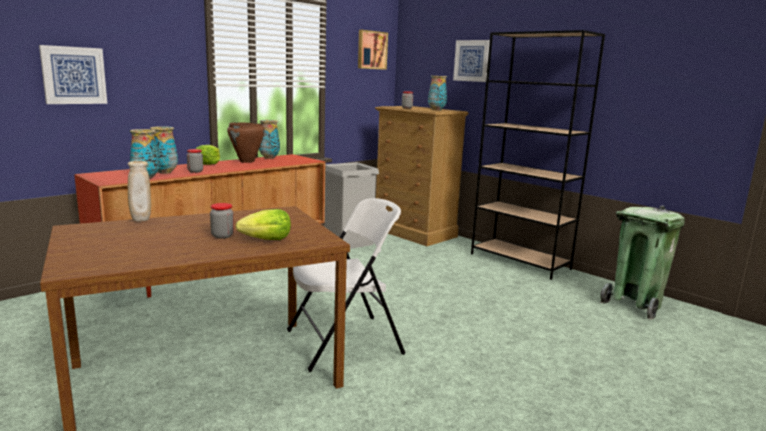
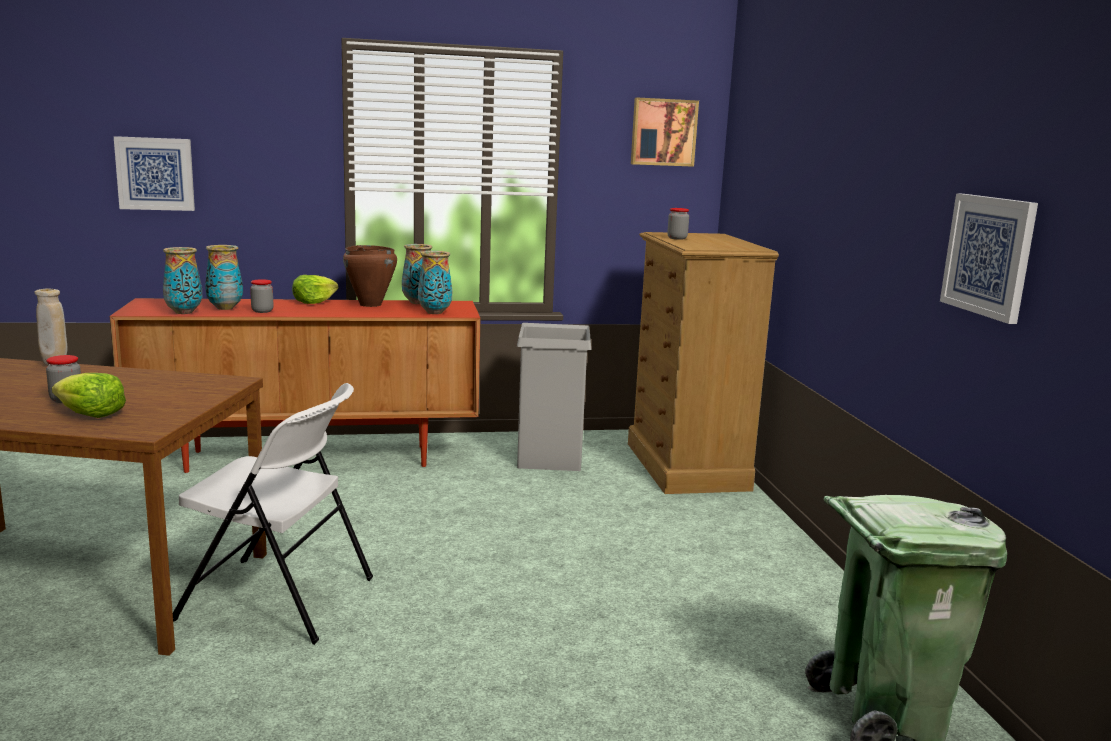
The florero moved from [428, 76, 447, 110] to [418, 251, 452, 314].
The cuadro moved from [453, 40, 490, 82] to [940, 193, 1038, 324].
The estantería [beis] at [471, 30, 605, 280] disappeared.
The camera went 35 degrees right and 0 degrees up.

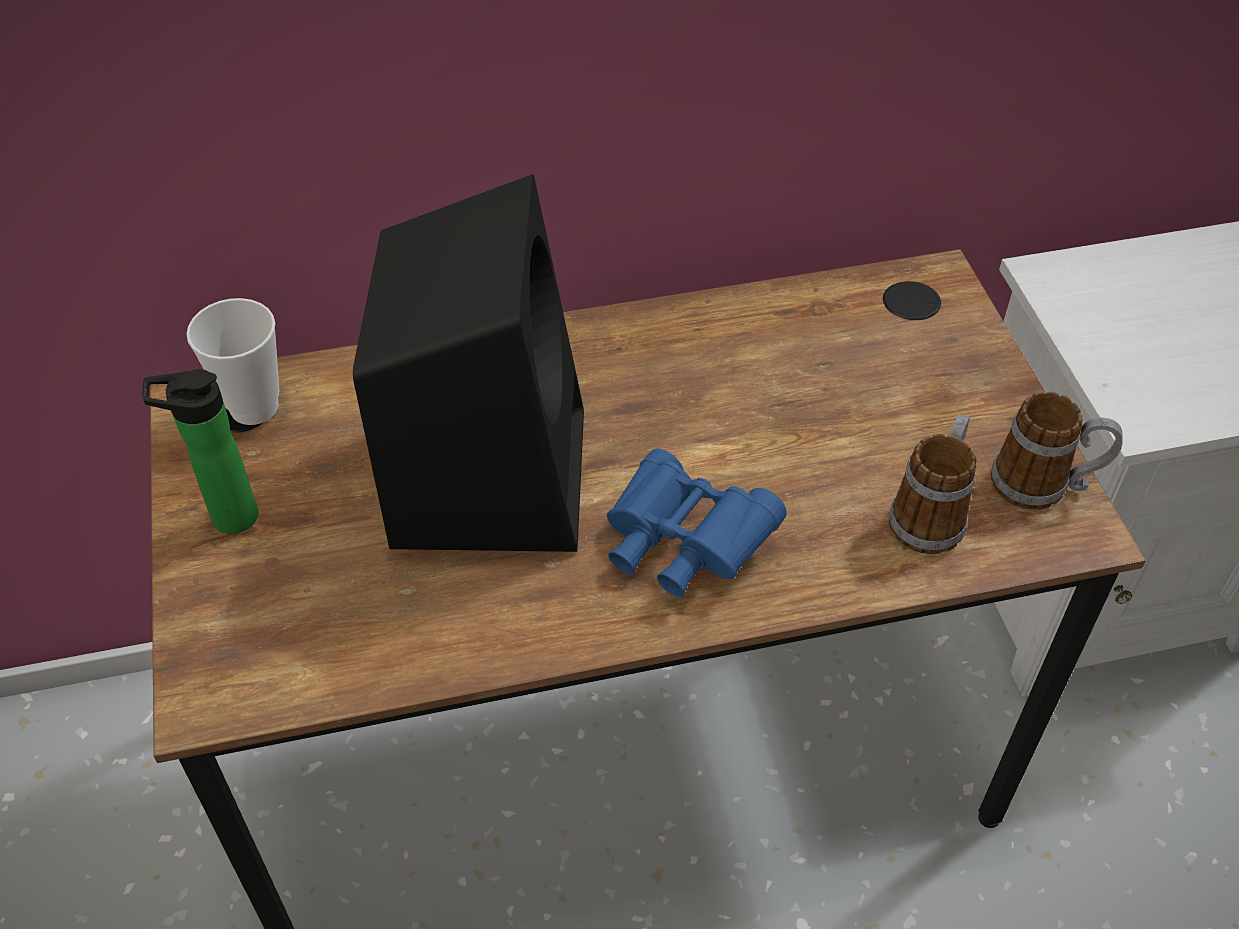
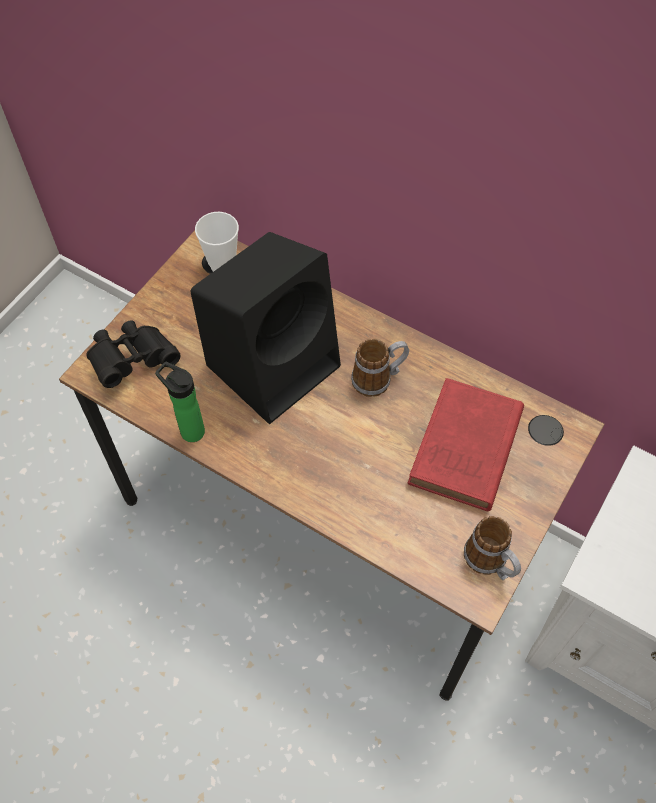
The botella moved from [143, 369, 258, 534] to [155, 362, 205, 442].
The prismáticos [azul] at [607, 449, 787, 597] disappeared.
The taza grande moved from [889, 414, 977, 554] to [351, 339, 409, 397].
The prismáticos [negro] at [86, 321, 181, 388] appeared.
The libro [rojo] at [407, 378, 524, 511] appeared.
The camera went 45 degrees right and 10 degrees up.

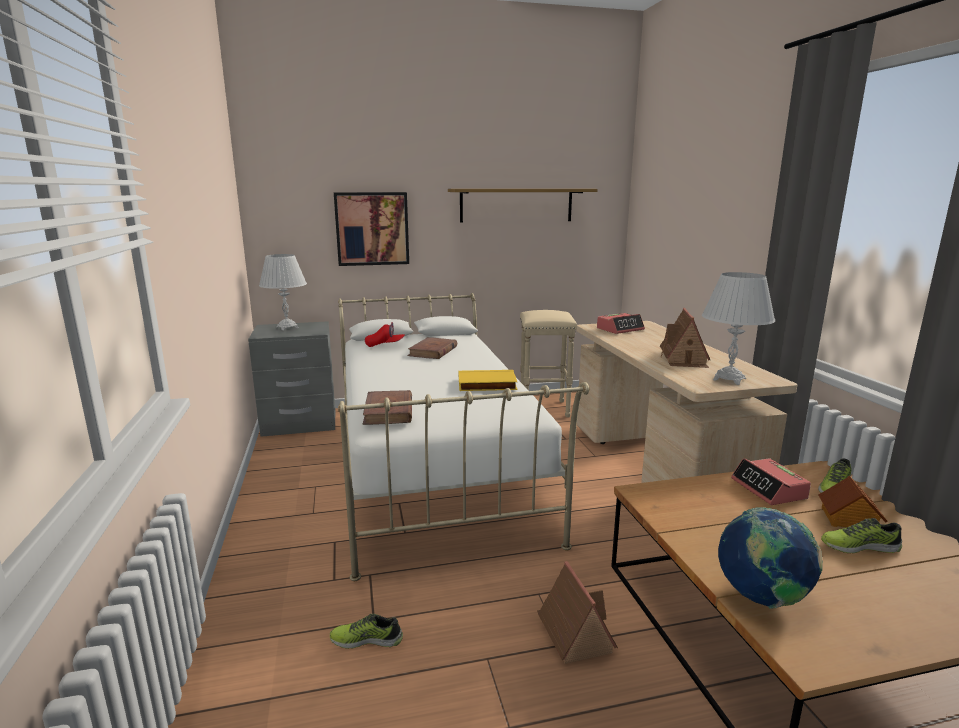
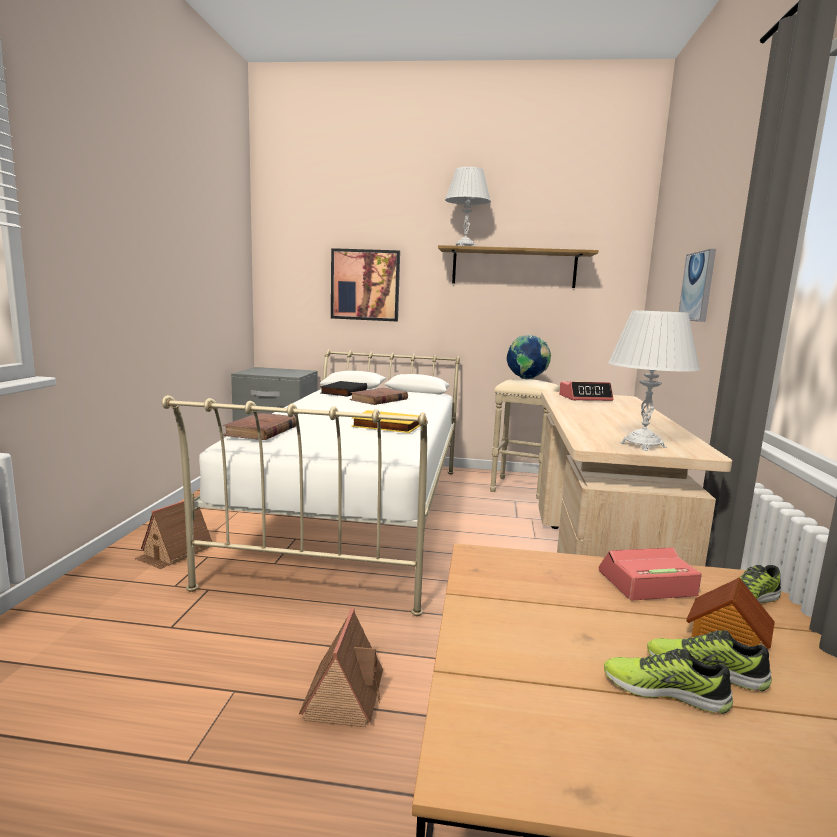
The lámpara de mesa [blanco] moved from [259, 254, 307, 331] to [445, 167, 491, 246].
The zapato moved from [330, 614, 403, 649] to [604, 649, 733, 714].
The gorra [rojo] at [365, 322, 405, 347] was replaced by the libro [negro] at [320, 381, 367, 397].
The casita moved from [660, 308, 710, 368] to [134, 496, 212, 569].
The globo terráqueo moved from [718, 507, 823, 609] to [507, 335, 551, 379].
The despertador at [731, 458, 811, 505] turned 75 degrees clockwise.
The cuadro at [679, 249, 716, 322] appeared.
The camera went 20 degrees right and 5 degrees down.

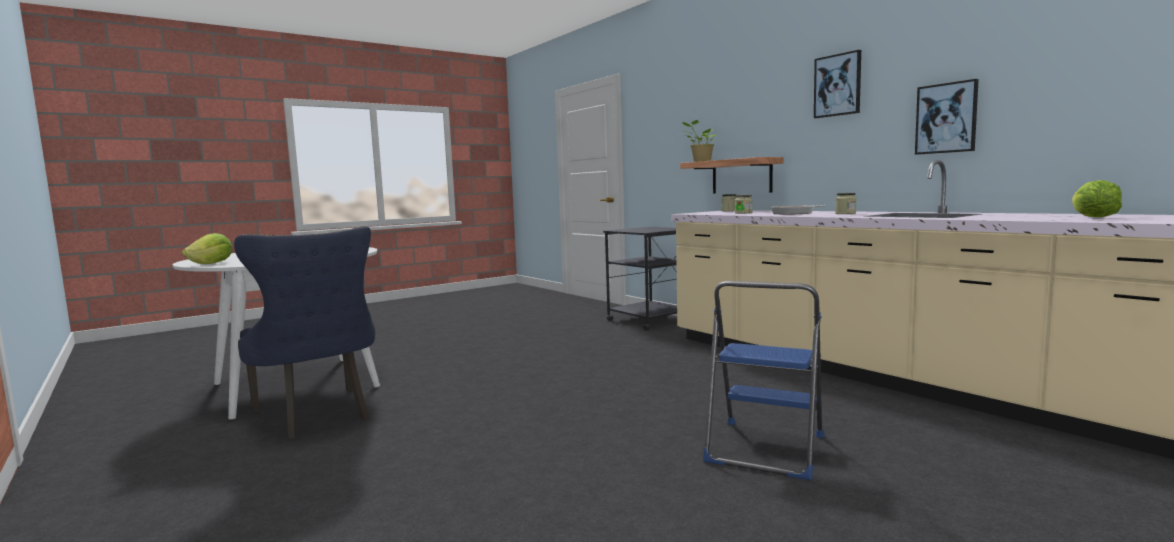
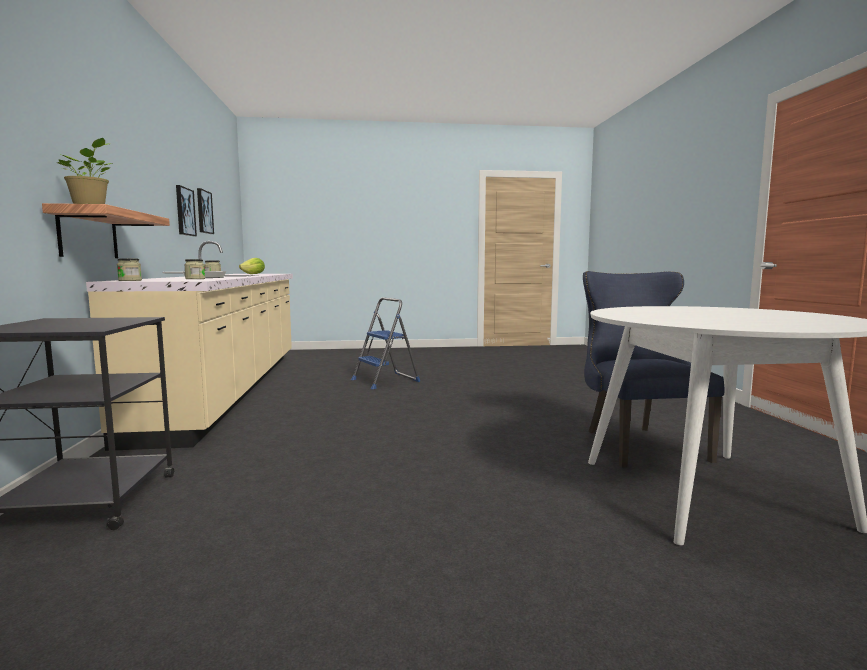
The lechuga at [182, 233, 233, 264] disappeared.
The cuadro moved from [814, 50, 861, 118] to [197, 188, 214, 234].
The camera went 150 degrees left and 0 degrees up.

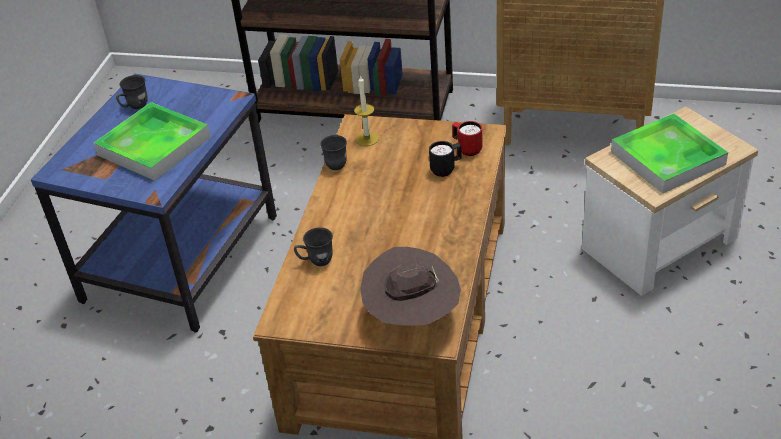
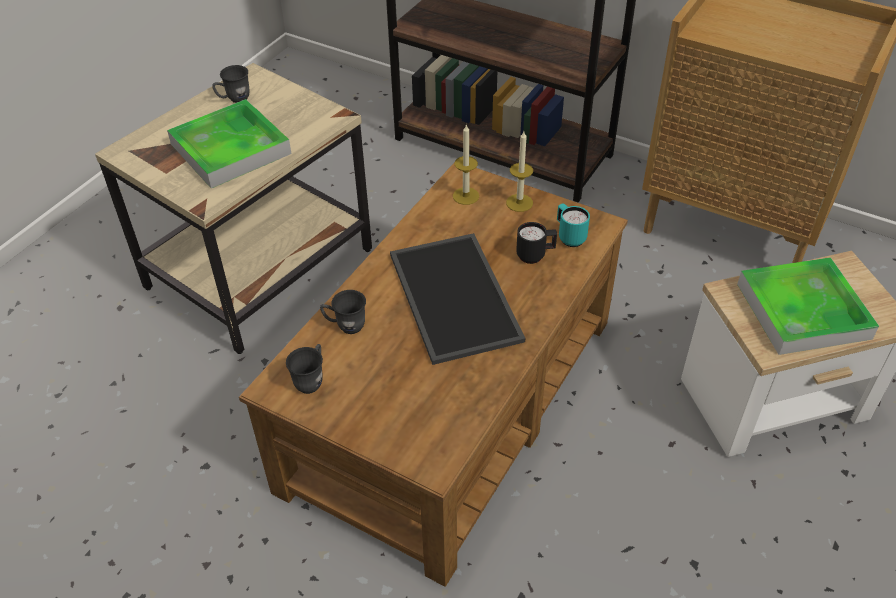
The mesa auxiliar [azul] at [31, 74, 277, 333] became the mesa auxiliar [beis] at [95, 63, 372, 354].
The taza grande [gris] moved from [320, 134, 347, 170] to [286, 344, 323, 394].
The sombrero [marrón] at [360, 247, 461, 326] disappeared.
The taza grande [rojo] at [452, 121, 483, 156] became the taza grande [turquesa] at [557, 203, 590, 247].
The bandeja at [390, 233, 525, 365] appeared.
The vela at [506, 131, 533, 212] appeared.
The camera went 15 degrees right and 5 degrees up.

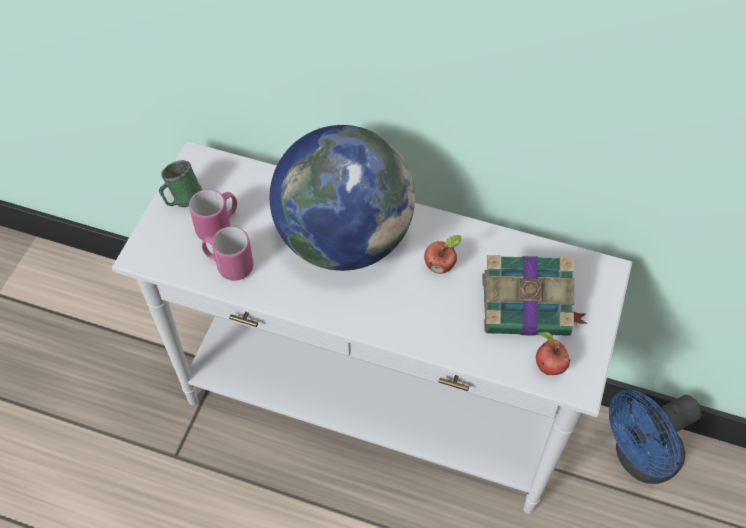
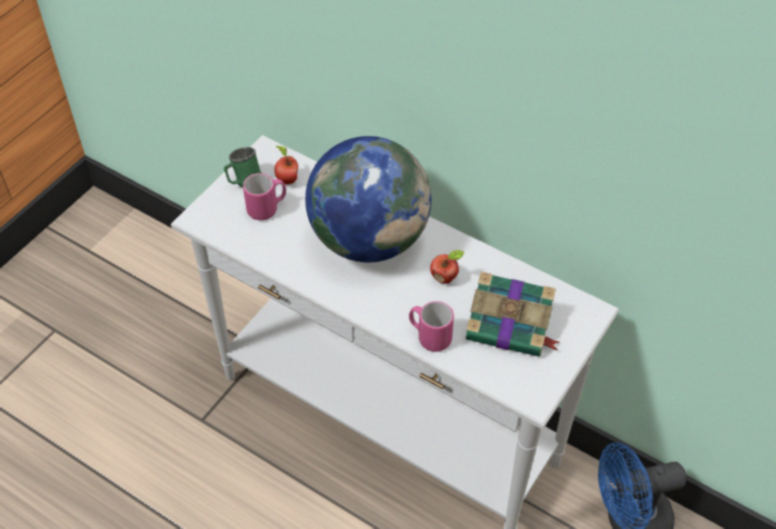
The taza grande [rosa] moved from [202, 226, 253, 281] to [409, 301, 454, 352].
The manzana moved from [536, 332, 570, 375] to [274, 146, 298, 185].
The camera went 15 degrees right and 5 degrees down.

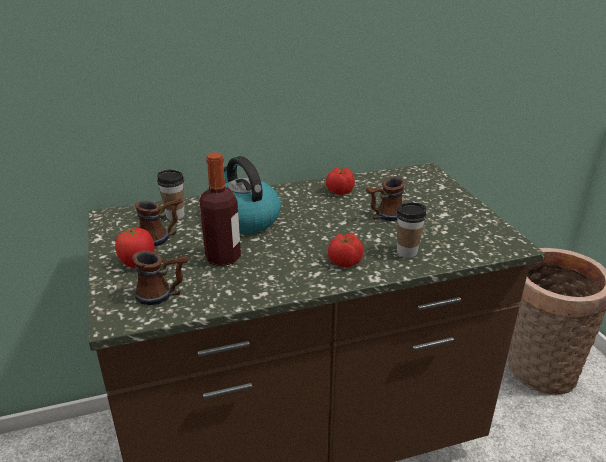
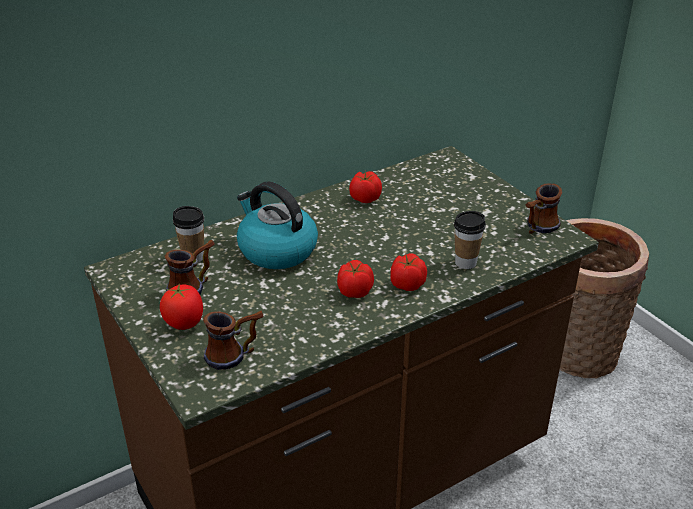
The botella at [200, 152, 241, 266] disappeared.
The taza grande moved from [366, 177, 406, 221] to [525, 183, 562, 234].
The tomate at [337, 260, 374, 298] appeared.
The camera went 15 degrees left and 5 degrees up.

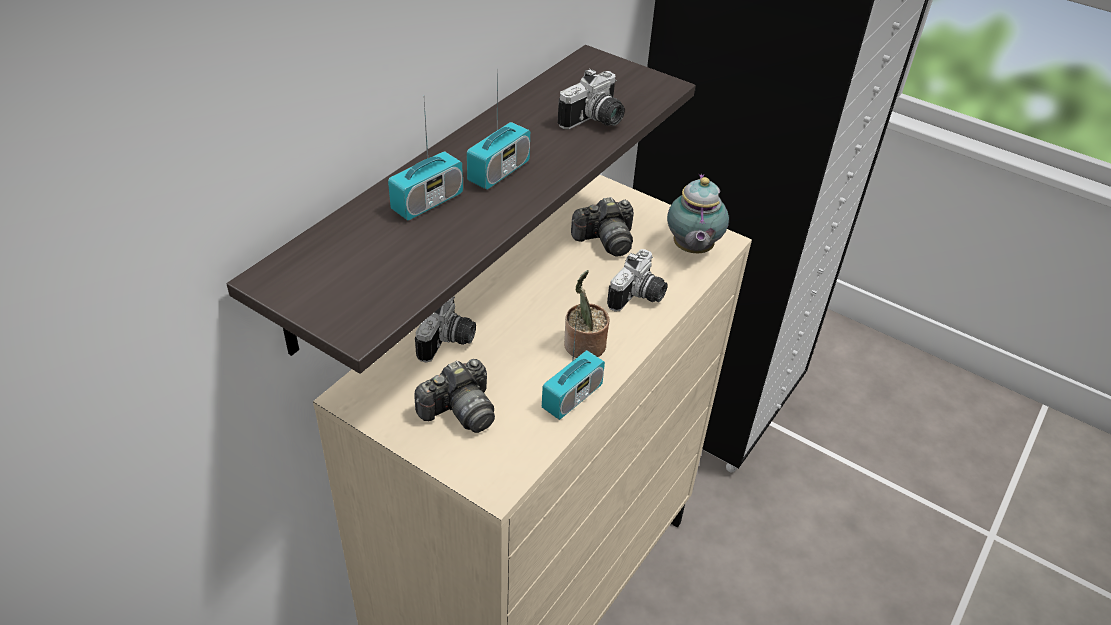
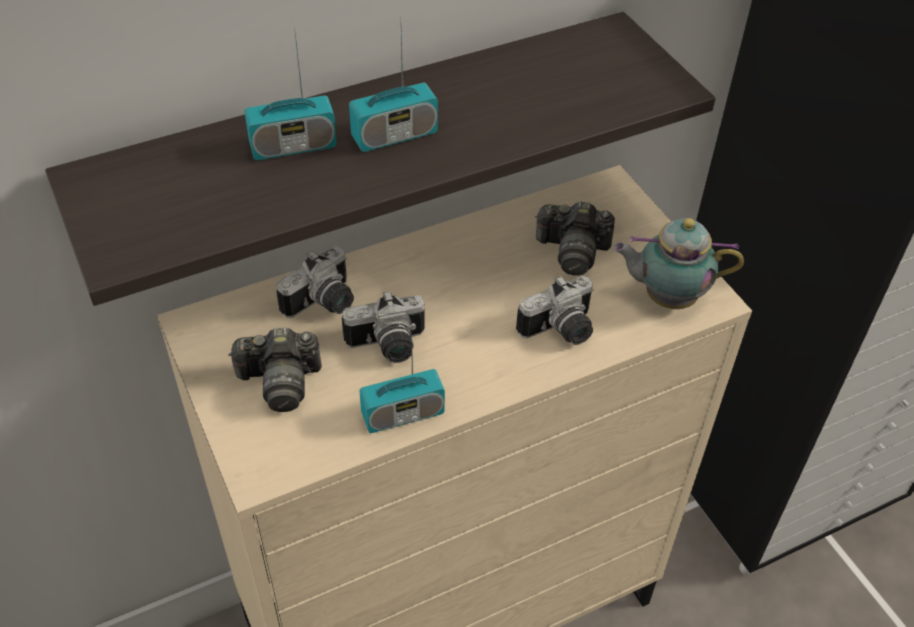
The cámara moved from [558, 68, 625, 130] to [342, 291, 425, 363].
The planta en maceta at [564, 270, 610, 358] disappeared.
The tetera at [667, 174, 729, 253] turned 60 degrees clockwise.
The camera went 30 degrees right and 5 degrees up.

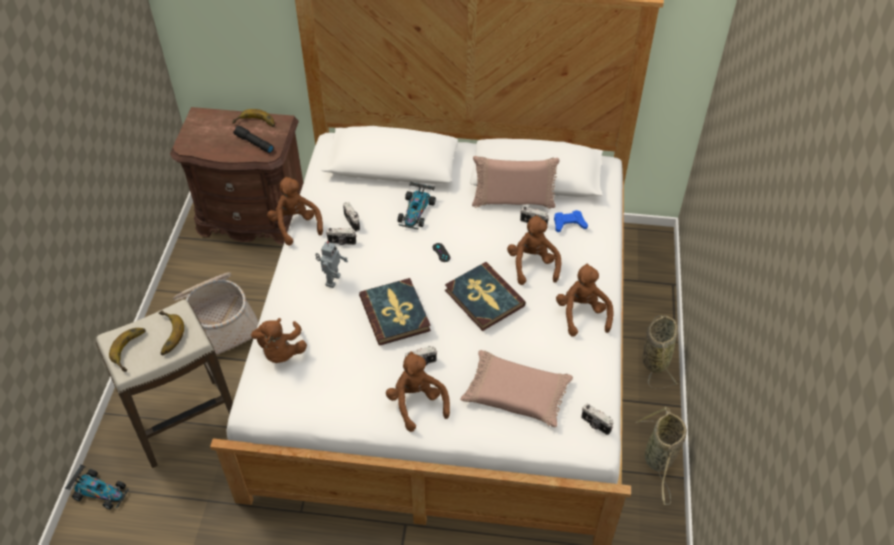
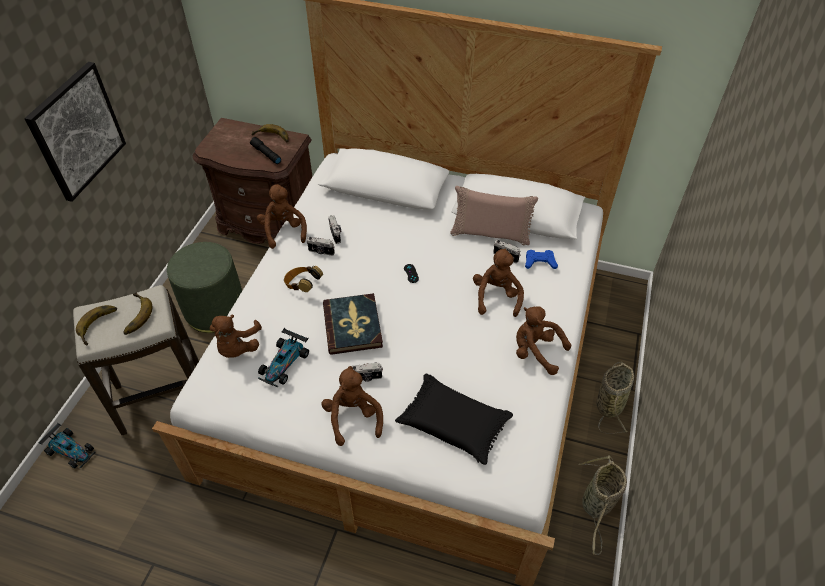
The cesta at [173, 272, 259, 355] was replaced by the puf [verde] at [167, 242, 242, 333].
The robot de juguete at [315, 241, 348, 288] was replaced by the auriculares at [284, 266, 323, 292].
The coche de juguete moved from [398, 182, 436, 229] to [258, 328, 309, 387].
The libro at [445, 262, 526, 331] disappeared.
The cojín [beis] at [460, 350, 573, 427] became the cojín [negro] at [395, 374, 513, 465].
The peluche [marrón] at [556, 263, 613, 337] turned 60 degrees counterclockwise.
The cámara at [581, 404, 613, 435] disappeared.
The cuadro at [25, 62, 126, 202] appeared.
The camera went 10 degrees right and 0 degrees up.

